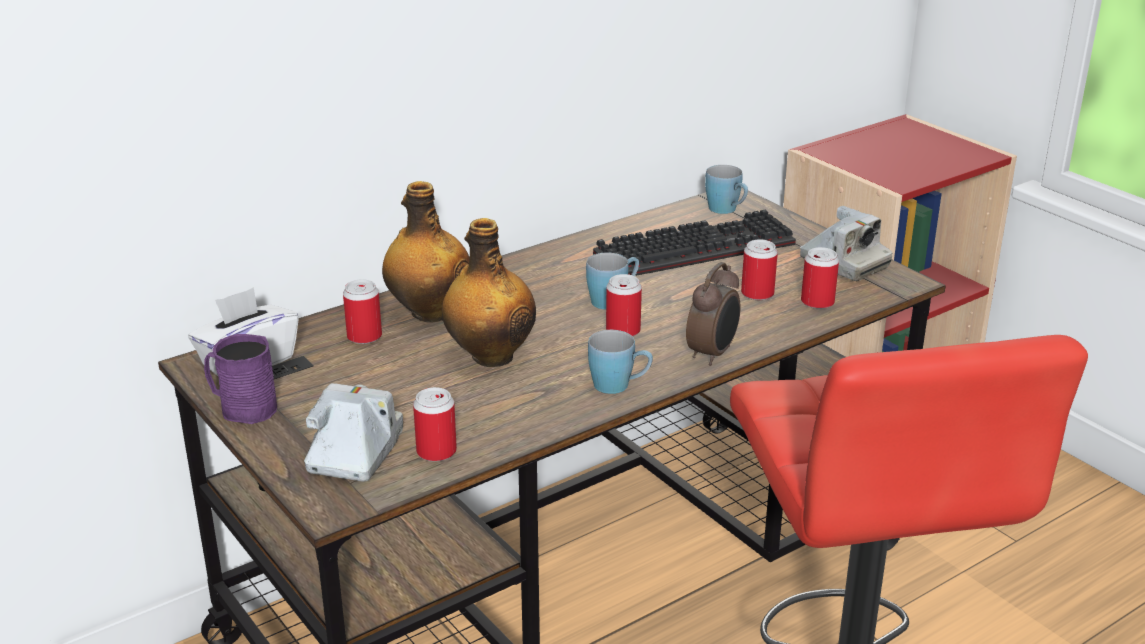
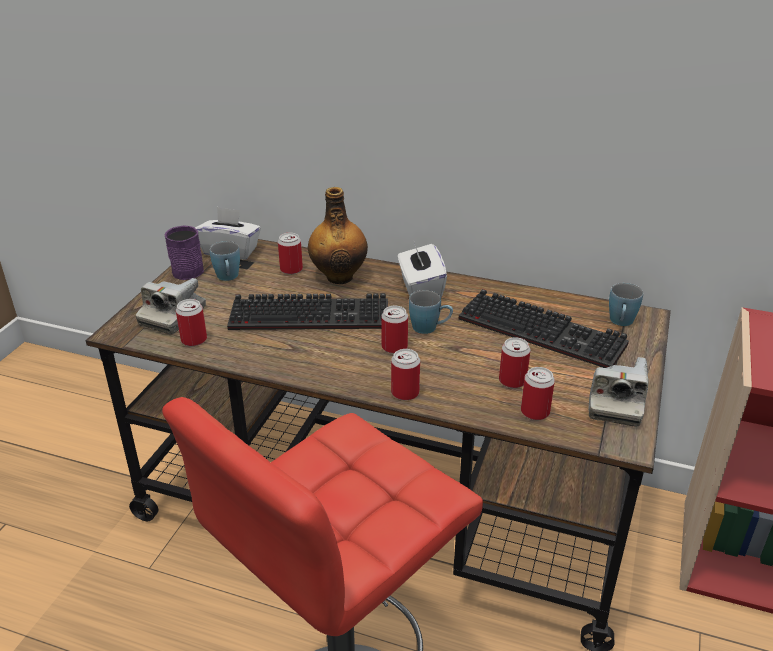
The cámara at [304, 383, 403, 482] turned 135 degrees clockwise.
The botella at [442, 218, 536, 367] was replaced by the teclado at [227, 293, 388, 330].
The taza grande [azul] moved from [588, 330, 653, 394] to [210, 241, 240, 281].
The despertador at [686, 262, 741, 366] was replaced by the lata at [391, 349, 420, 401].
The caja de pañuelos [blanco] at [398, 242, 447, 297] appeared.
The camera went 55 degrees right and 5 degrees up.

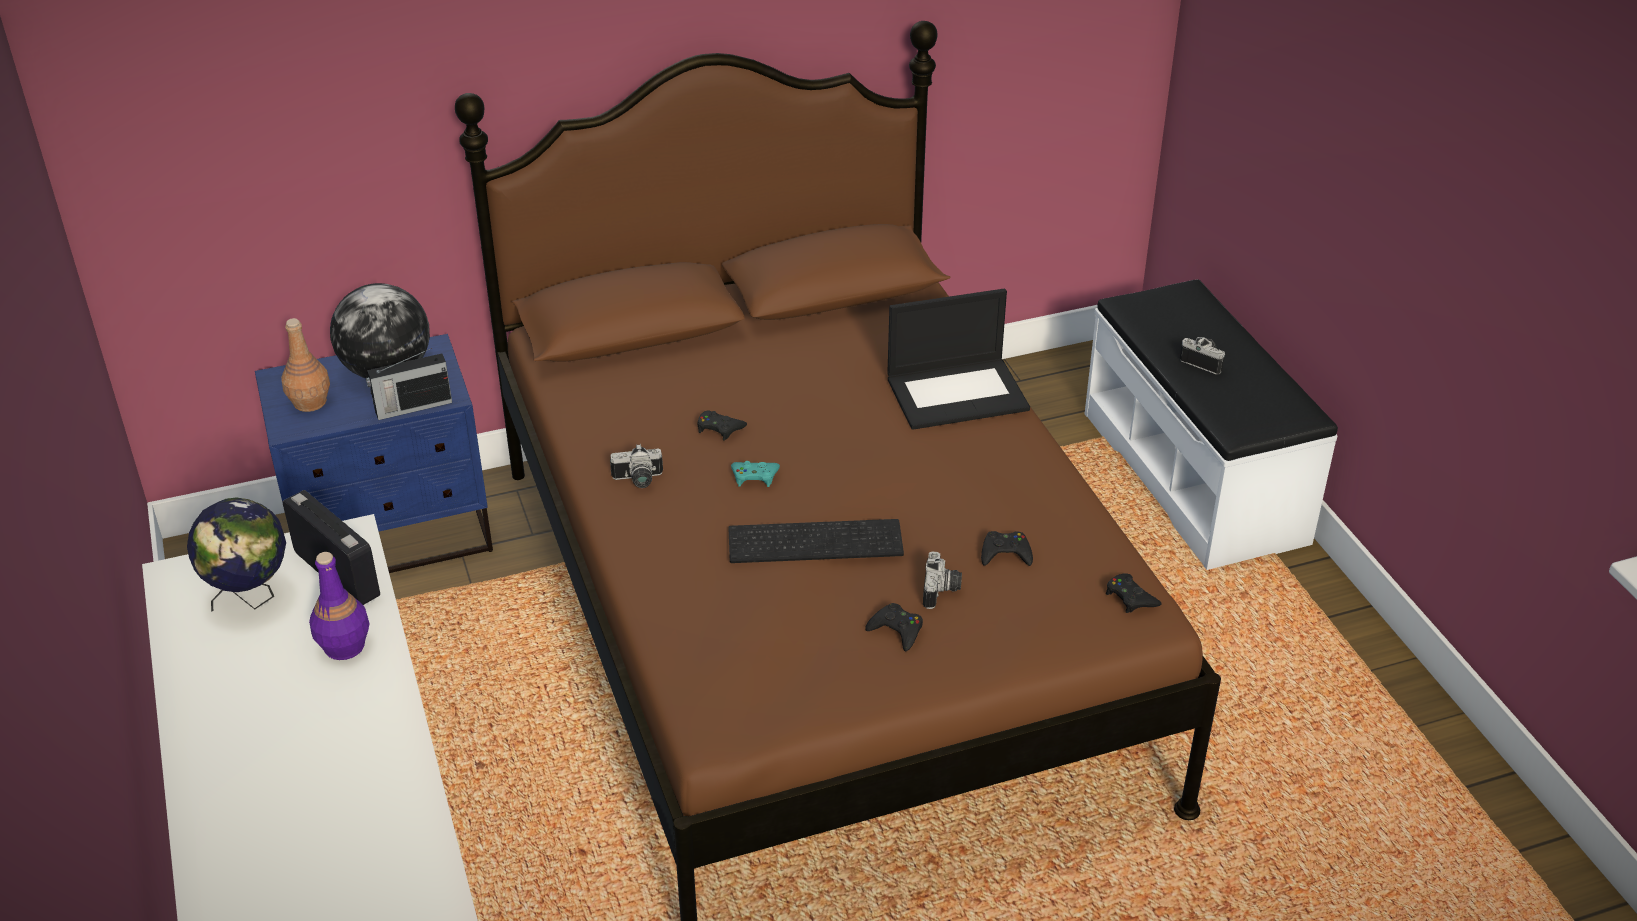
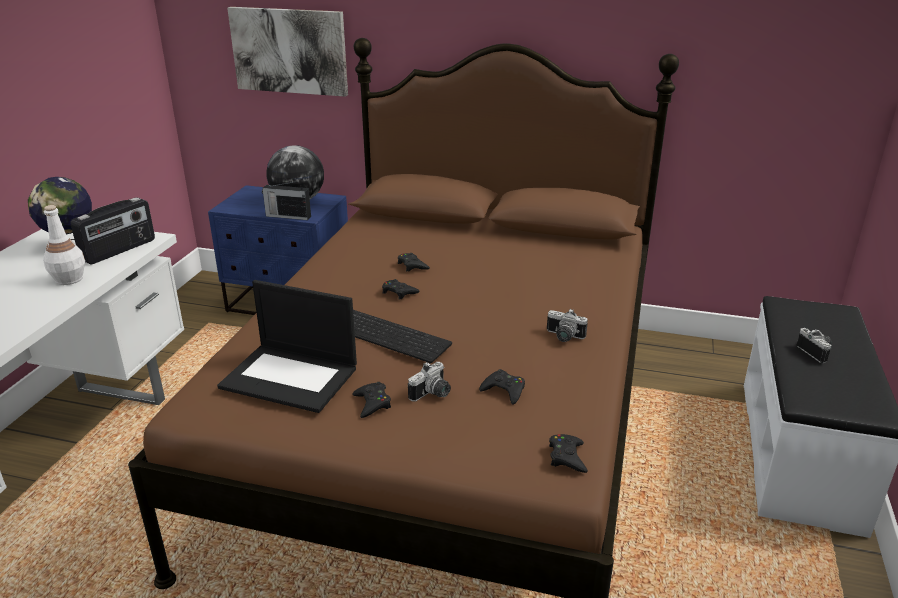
The botella [marrón] at [281, 318, 330, 412] disappeared.
The radio at [283, 490, 380, 605] turned 45 degrees clockwise.
The botella [morado] at [309, 552, 369, 660] became the botella [blanco] at [43, 205, 85, 285].
The cámara moved from [610, 444, 663, 488] to [547, 309, 588, 342].
The mando de consola [turquesa] at [731, 461, 780, 487] became the mando de consola [negro] at [382, 279, 419, 300].
The portátil moved from [887, 288, 1030, 430] to [217, 280, 357, 413].
The cuadro at [227, 7, 348, 97] appeared.
The camera went 35 degrees right and 10 degrees down.

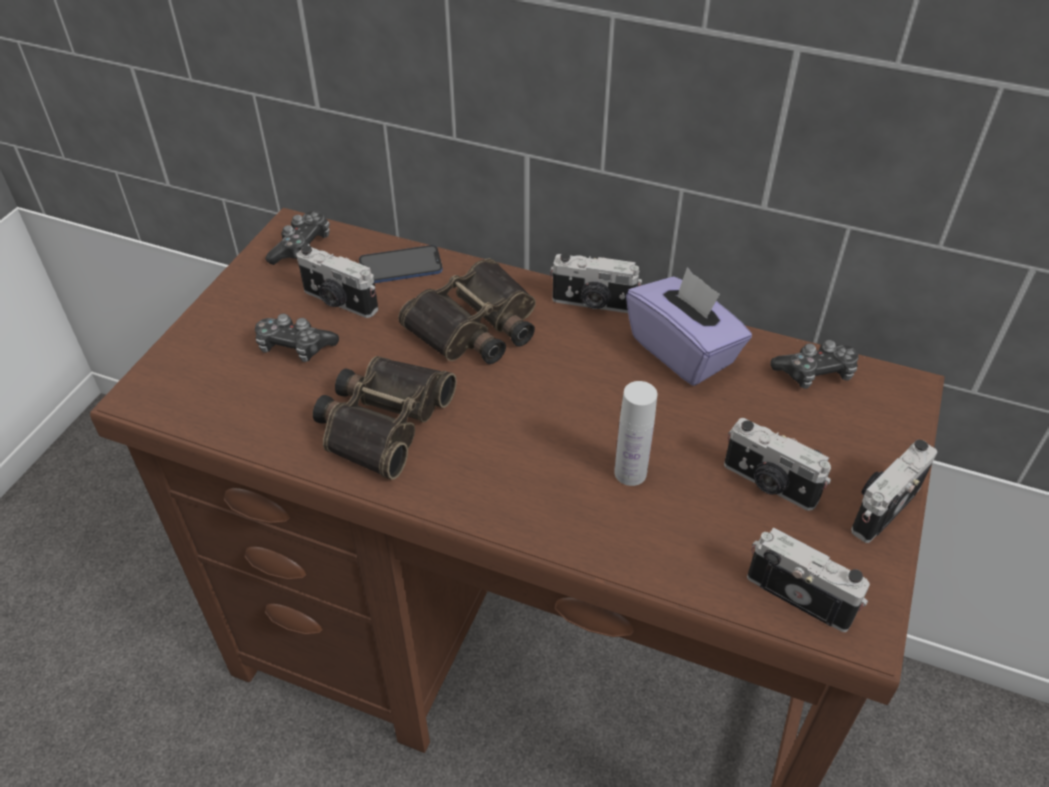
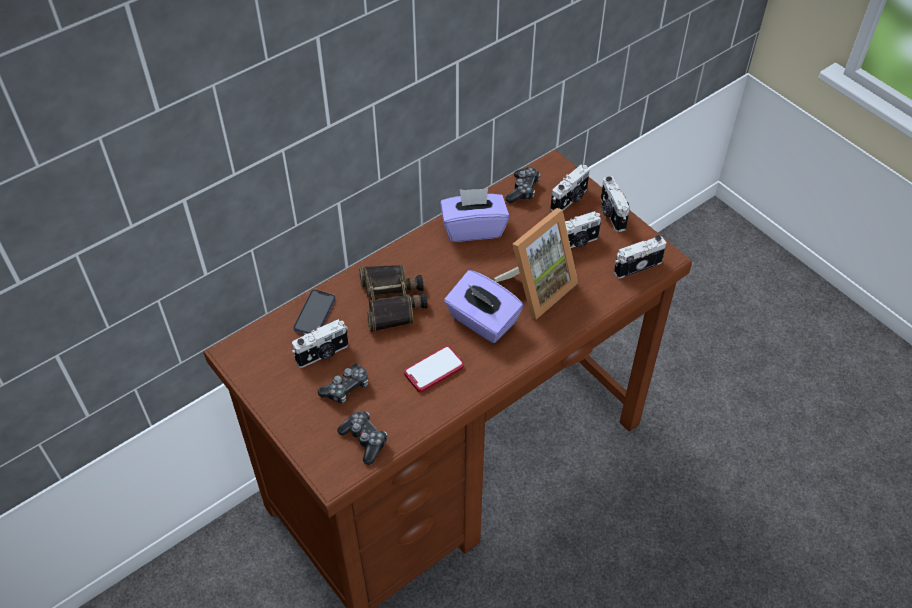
The mando de consola moved from [265, 211, 330, 265] to [337, 412, 388, 465].
The prismáticos at [313, 356, 457, 480] was replaced by the móvil at [404, 346, 464, 393].
The cámara moved from [550, 253, 642, 313] to [550, 165, 590, 211].
The botella [blanco] at [614, 381, 657, 486] was replaced by the portarretratos at [494, 208, 578, 320].
The caja de pañuelos [morado] at [444, 270, 523, 343] appeared.
The camera went 60 degrees left and 5 degrees up.

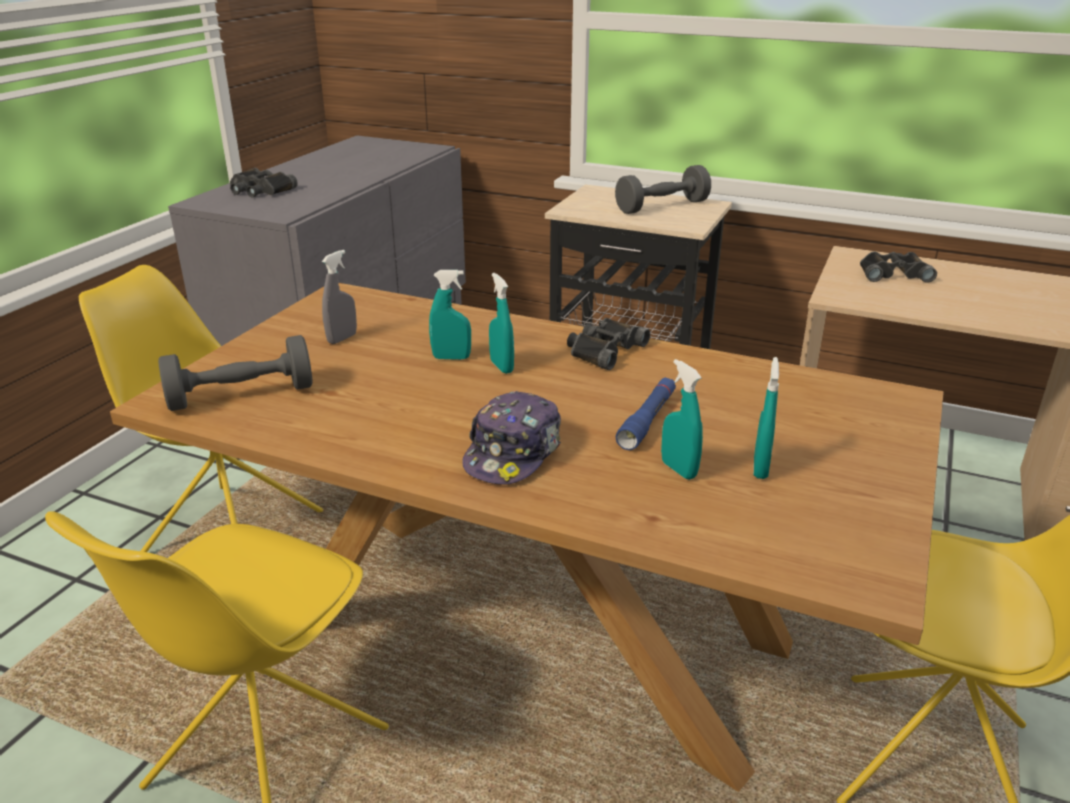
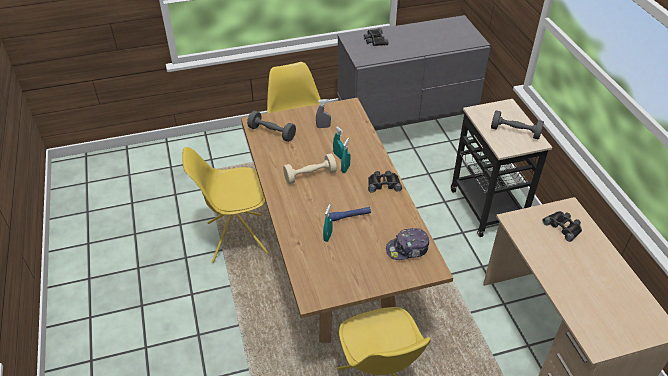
The gorra moved from [462, 391, 561, 485] to [386, 228, 429, 260].
The pulverizador [turquesa] at [754, 357, 779, 479] disappeared.
The mancuerna [beis] at [283, 153, 337, 184] appeared.
The camera went 50 degrees right and 15 degrees up.

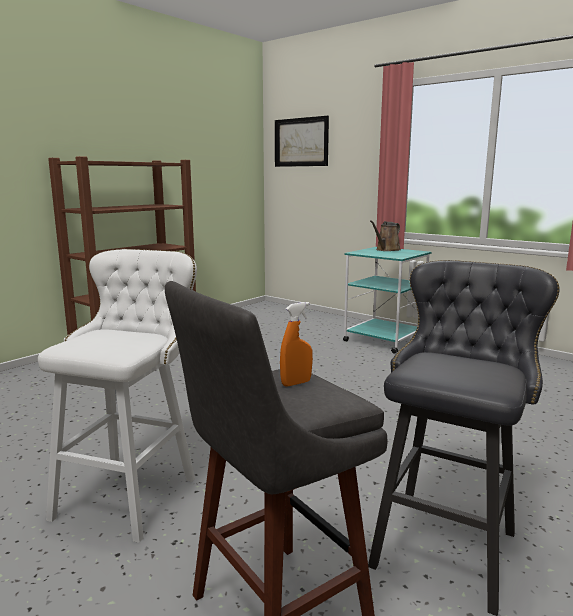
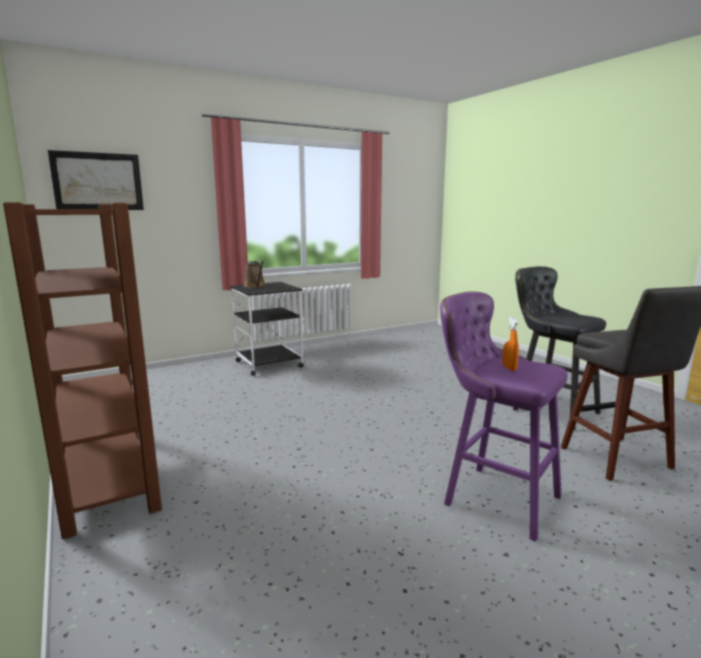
The taburete [blanco] at [38, 249, 197, 543] became the taburete [morado] at [440, 291, 568, 542].
The pulverizador [naranja] moved from [280, 302, 313, 387] to [502, 317, 519, 371].
The carrito [turquesa] at [343, 247, 431, 354] became the carrito [negro] at [230, 282, 304, 376].
The camera went 70 degrees left and 0 degrees up.

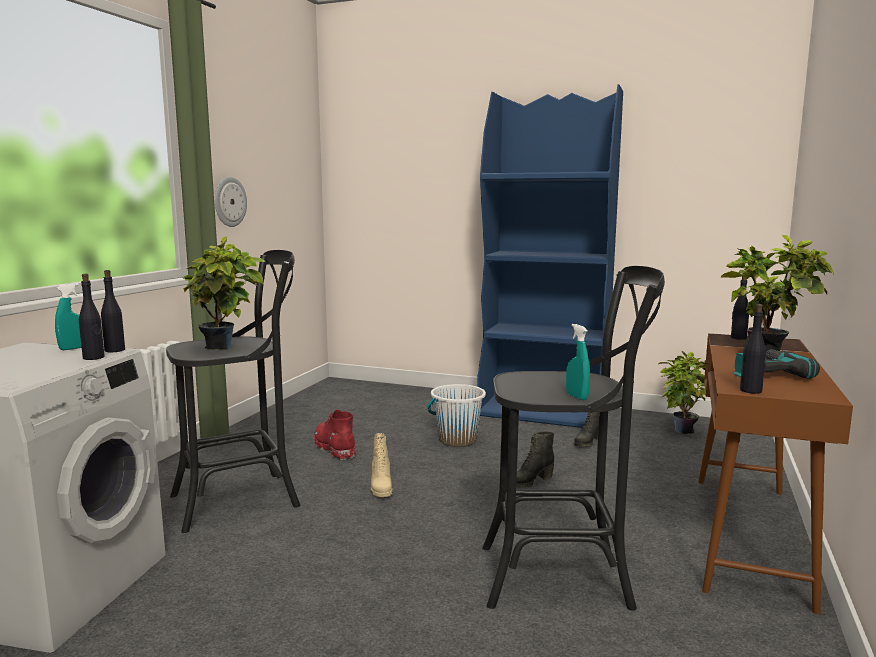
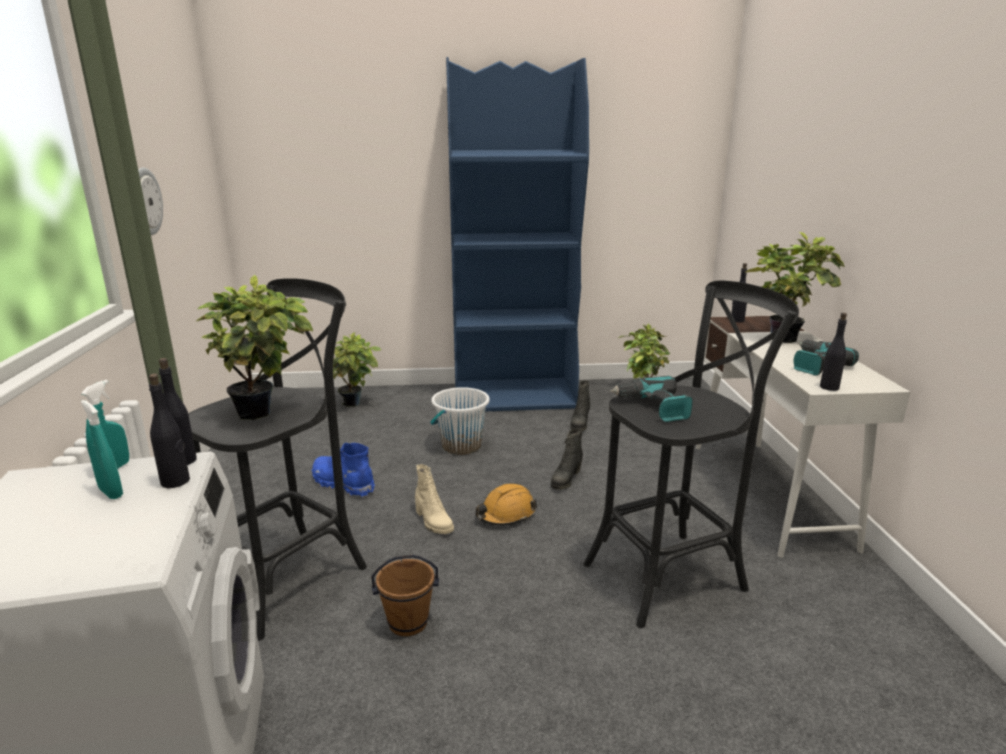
The bota [rojo] at [314, 409, 356, 460] became the bota [azul] at [312, 443, 375, 497].
The pulverizador [turquesa] moved from [566, 324, 590, 400] to [81, 400, 123, 499].
The escritorio [marrón] at [698, 333, 853, 614] became the escritorio [blanco] at [696, 316, 911, 557].
The planta en maceta at [333, 332, 382, 407] appeared.
The cubo [marrón] at [371, 555, 439, 637] appeared.
The casco [naranja] at [475, 483, 537, 526] appeared.
The taladro at [609, 376, 693, 422] appeared.
The camera went 25 degrees left and 10 degrees up.

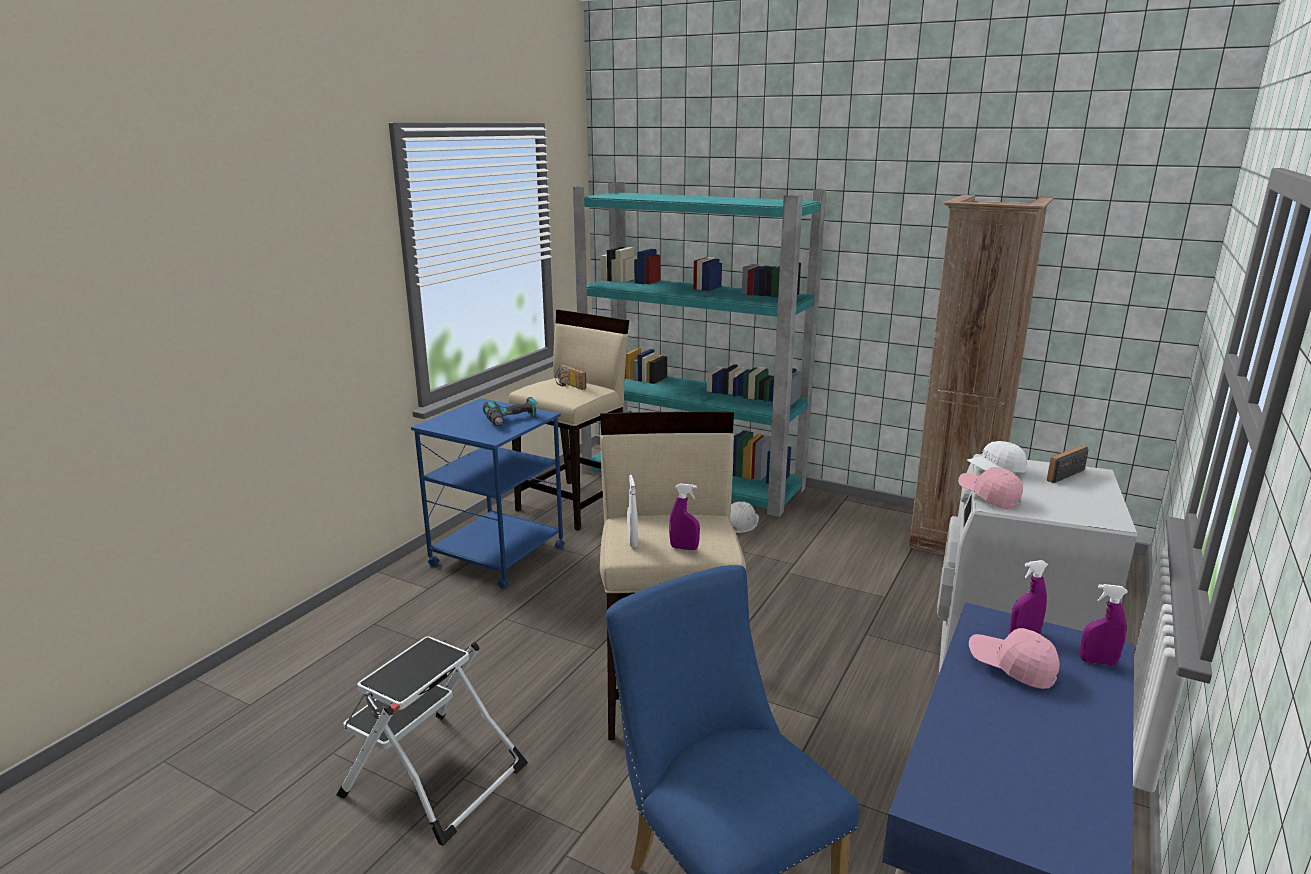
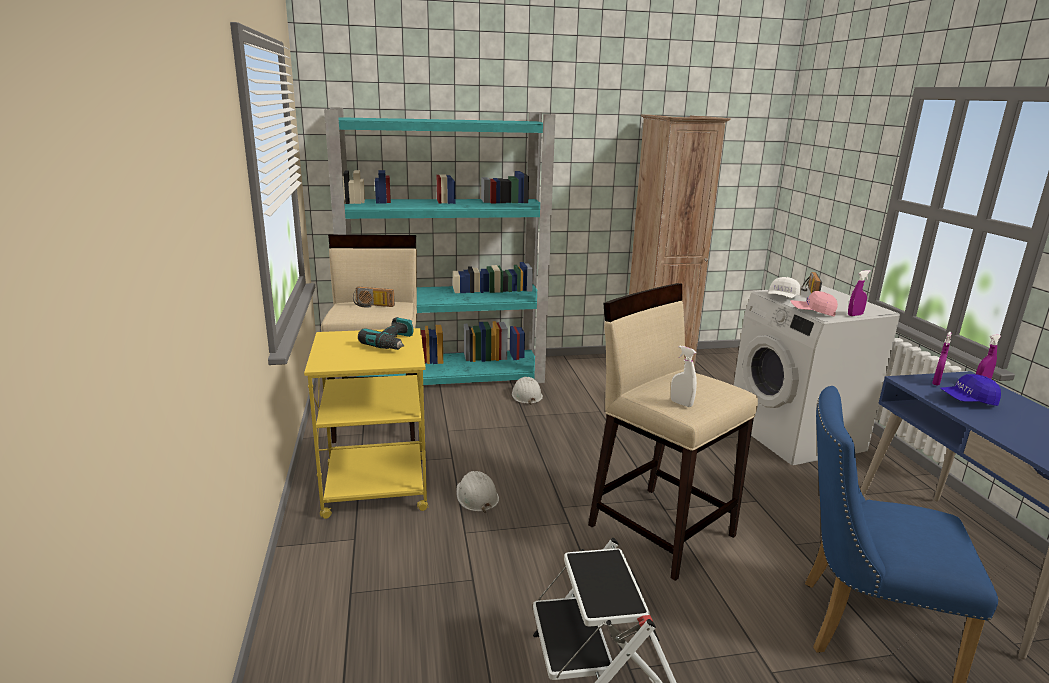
The carrito [azul] at [411, 398, 565, 589] became the carrito [amarillo] at [304, 328, 428, 519].
The pulverizador [morado] moved from [669, 483, 700, 550] to [848, 270, 871, 316].
The gorra [rosa] at [969, 628, 1060, 689] became the gorra [azul] at [940, 374, 1001, 406].
The casco [blanco] at [456, 471, 499, 513] appeared.
The camera went 40 degrees left and 0 degrees up.

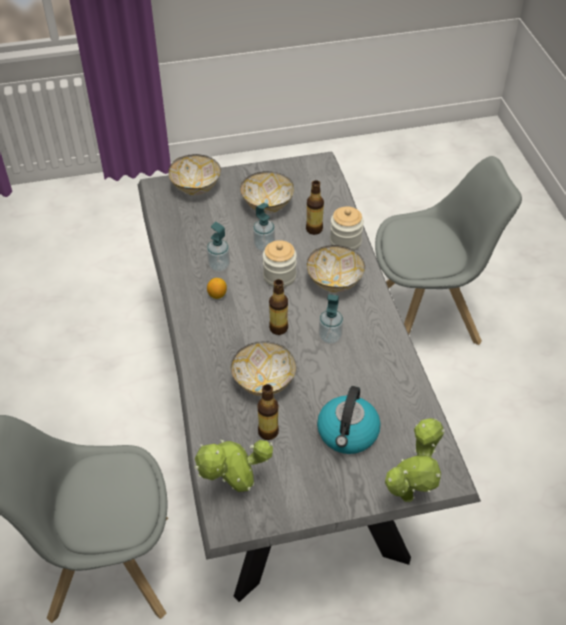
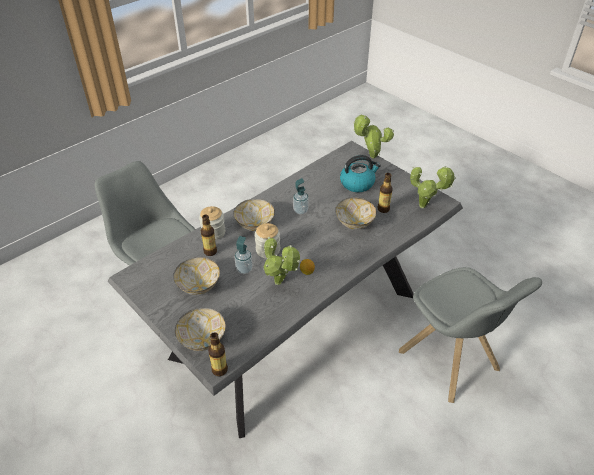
The dispensador de jabón at [207, 222, 230, 272] was replaced by the planta en maceta at [263, 237, 300, 285].
The botella moved from [269, 279, 288, 335] to [208, 332, 228, 377].
The camera went 120 degrees left and 5 degrees down.

